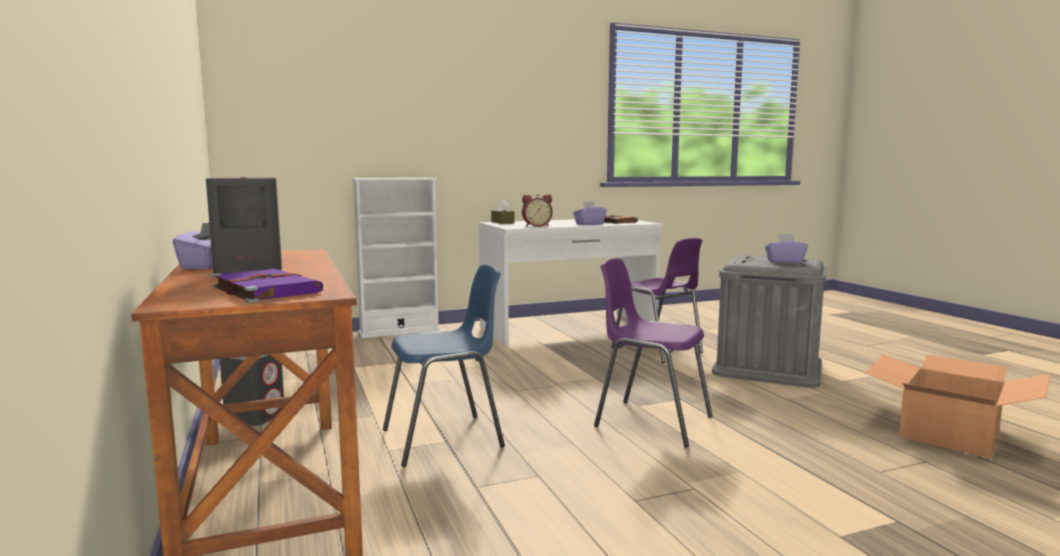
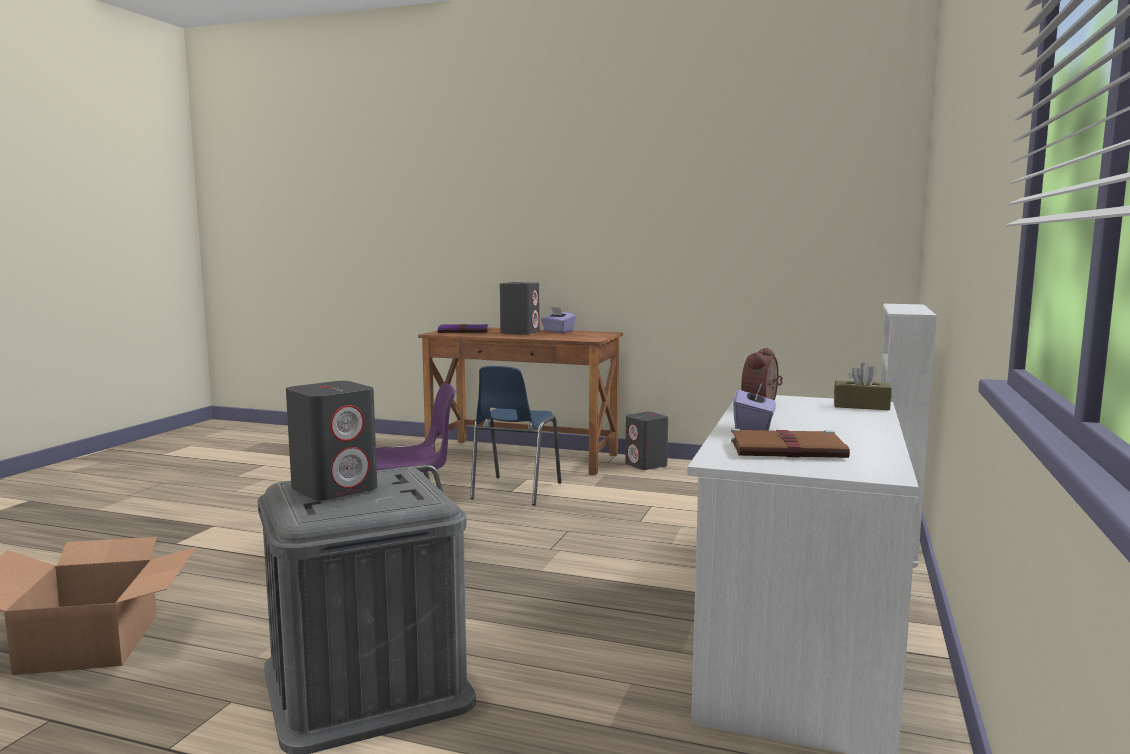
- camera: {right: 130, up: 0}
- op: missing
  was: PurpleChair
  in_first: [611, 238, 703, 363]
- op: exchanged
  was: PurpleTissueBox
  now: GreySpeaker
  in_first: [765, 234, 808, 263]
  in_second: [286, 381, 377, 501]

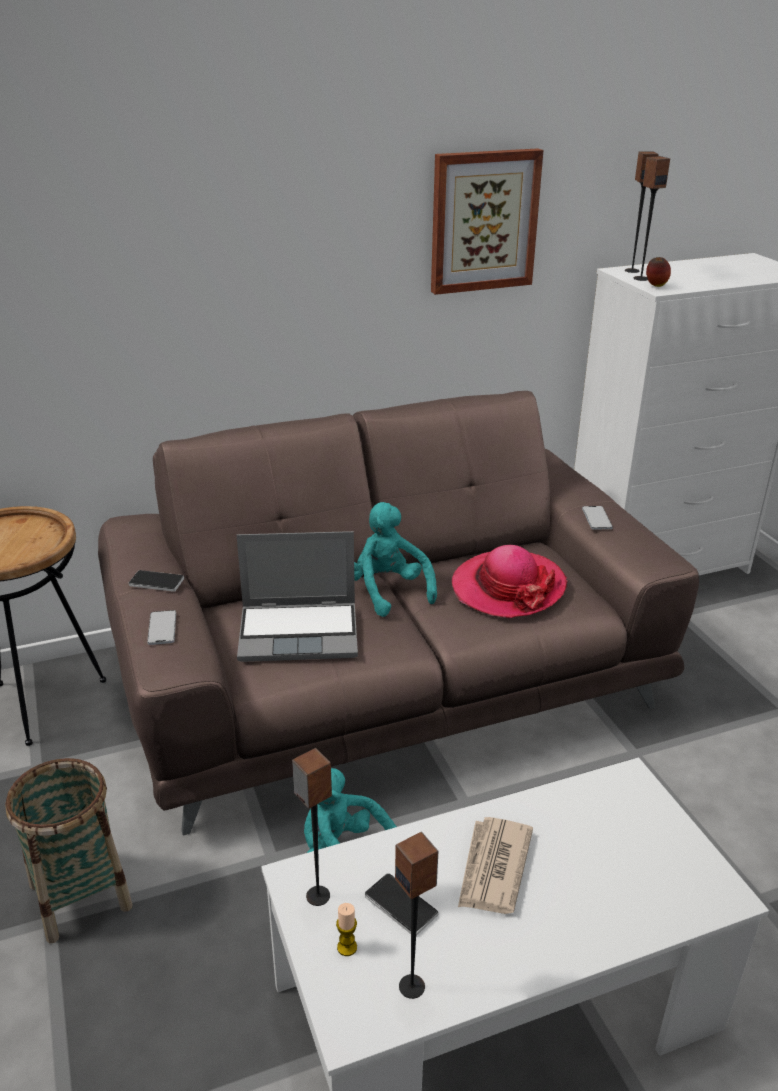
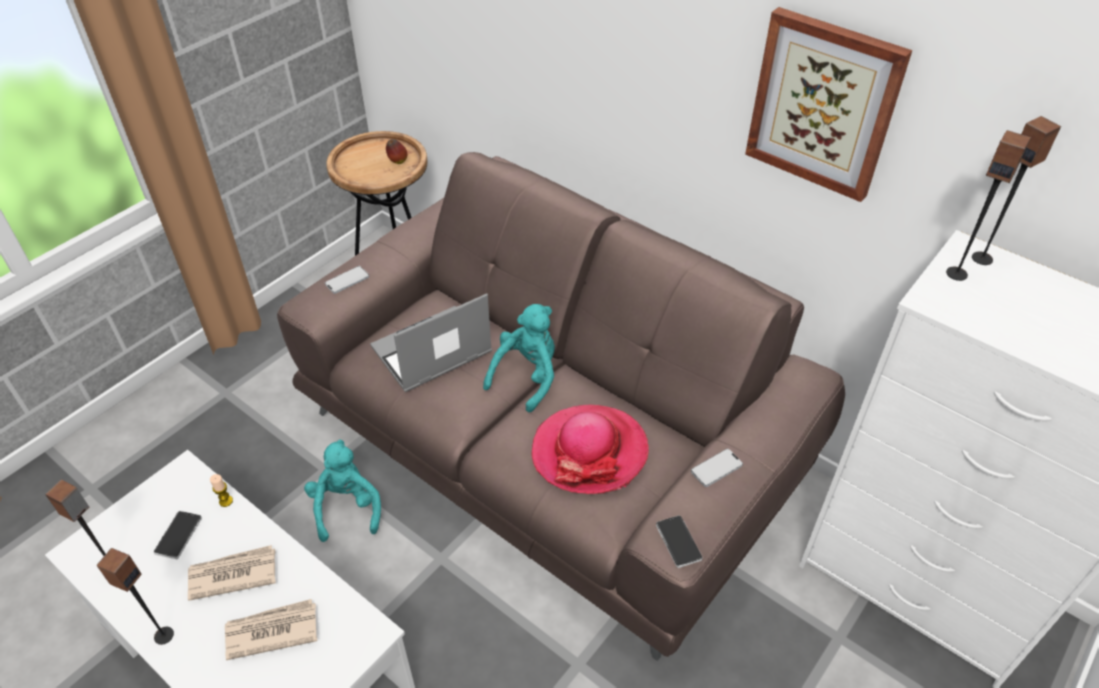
- camera: {right: 60, up: 15}
- op: missing
  was: Basket
  in_first: [5, 758, 132, 943]
- op: relocated
  was: Phone
  in_first: [129, 570, 184, 592]
  in_second: [656, 515, 703, 568]
- op: spun
  was: Laptop
  in_first: [237, 531, 358, 662]
  in_second: [370, 294, 492, 392]
  clockwise: 90
- op: relocated
  was: Speaker
  in_first: [292, 748, 332, 906]
  in_second: [96, 548, 174, 645]
- op: relocated
  was: Candle
  in_first: [336, 903, 357, 956]
  in_second: [210, 474, 233, 507]
- op: relocated
  was: Apple
  in_first: [646, 257, 671, 287]
  in_second: [386, 139, 407, 164]
- op: appeared
  now: Newspaper
  in_second: [225, 599, 317, 660]

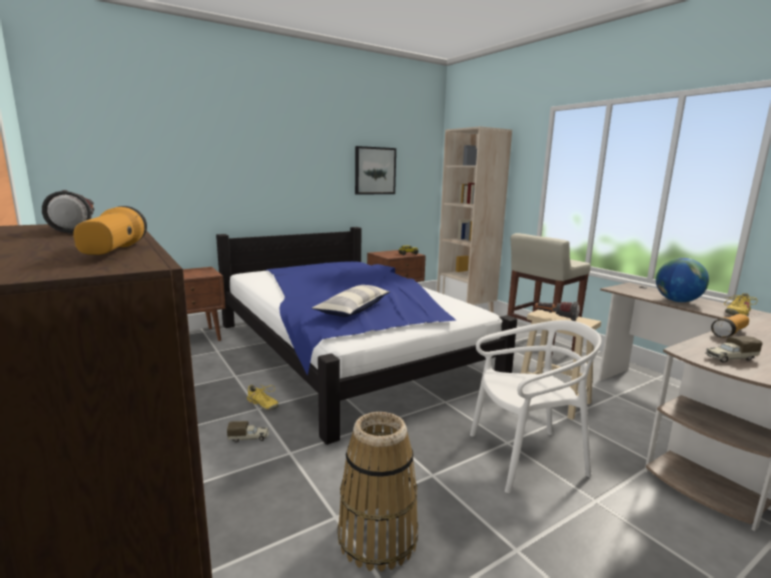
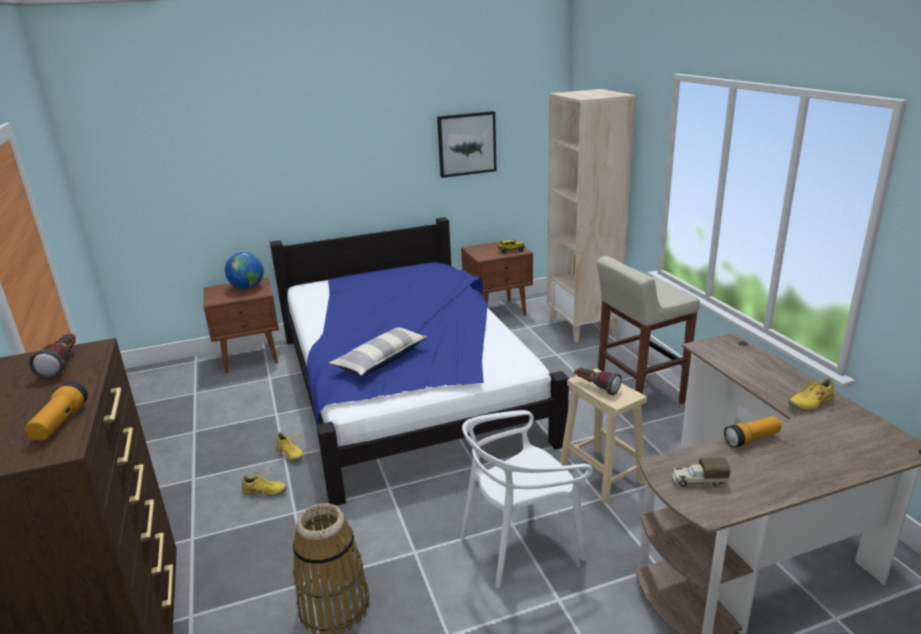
- camera: {right: 15, up: 10}
- op: exchanged
  was: ToyTruck
  now: YellowShoe
  in_first: [227, 421, 269, 442]
  in_second: [242, 468, 287, 496]
- op: spun
  was: WhiteChair
  in_first: [470, 320, 601, 493]
  in_second: [460, 410, 593, 588]
  clockwise: 150
- op: relocated
  was: Globe
  in_first: [656, 258, 709, 302]
  in_second: [225, 252, 264, 289]

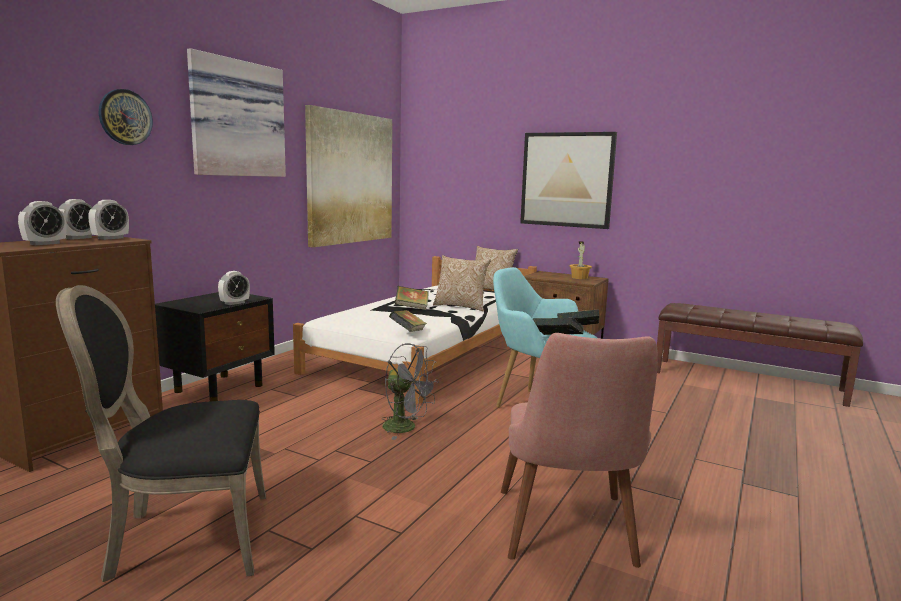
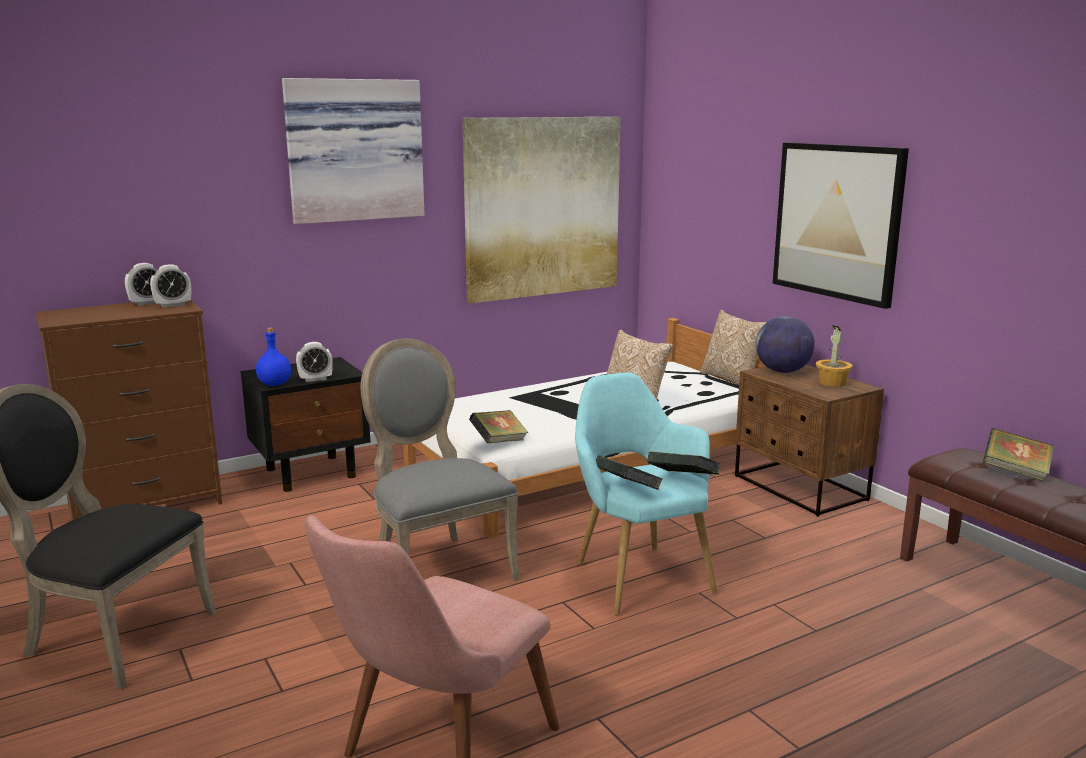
- camera: {right: 30, up: 5}
- op: missing
  was: AlarmClock
  in_first: [18, 201, 66, 245]
- op: missing
  was: WallClock
  in_first: [99, 89, 153, 145]
- op: exchanged
  was: GreyFan
  now: GreyChair
  in_first: [382, 343, 439, 440]
  in_second: [361, 339, 520, 581]
- op: relocated
  was: Book
  in_first: [395, 286, 429, 310]
  in_second: [983, 428, 1054, 482]
- op: appeared
  now: BlueBottle
  in_second: [256, 327, 291, 386]
- op: appeared
  now: Globe
  in_second: [756, 316, 815, 373]

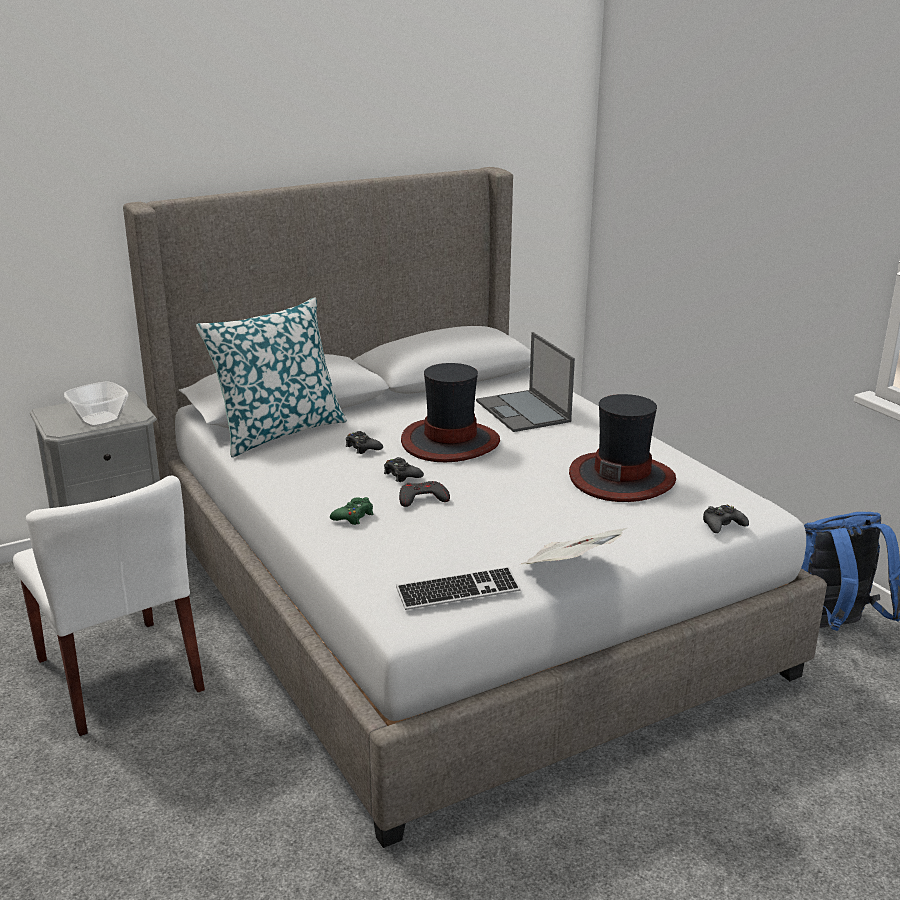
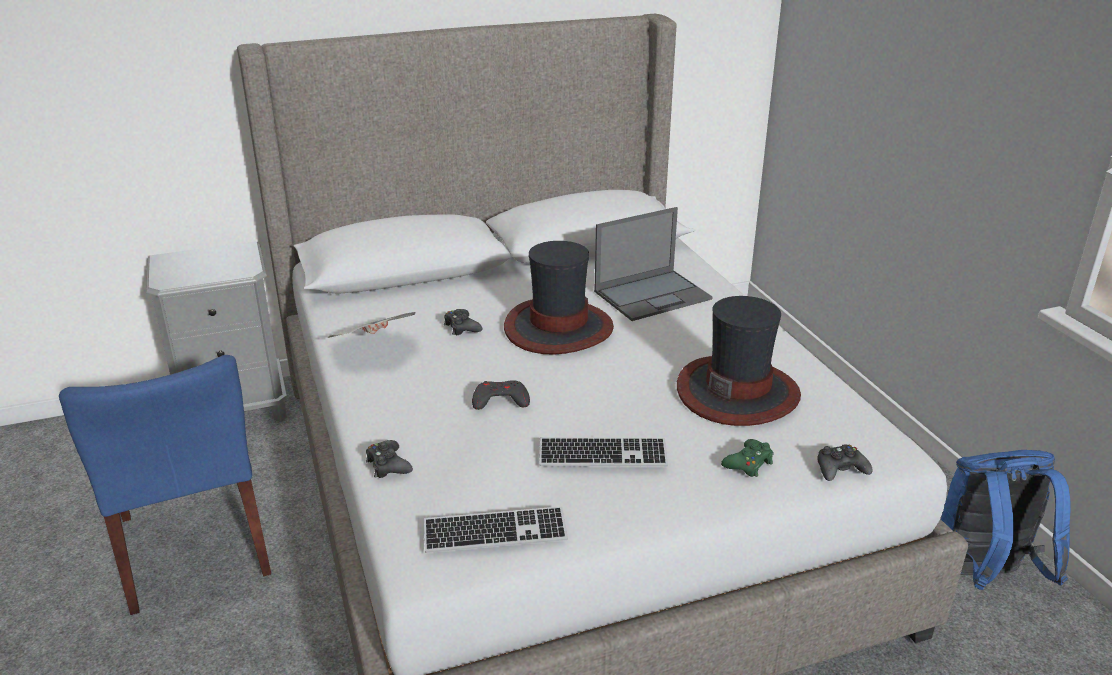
- camera: {right: 10, up: 5}
- op: colour
  was: WhiteChair
  now: BlueChair
  in_first: [13, 475, 205, 736]
  in_second: [59, 355, 271, 615]
- op: missing
  was: Bowl
  in_first: [64, 381, 129, 427]
- op: missing
  was: Pillow
  in_first: [196, 298, 347, 457]
- op: relocated
  was: GreenGameController
  in_first: [330, 497, 373, 525]
  in_second: [721, 439, 773, 477]
- op: relocated
  was: BlackGameController
  in_first: [384, 457, 424, 482]
  in_second: [366, 440, 413, 478]
- op: spun
  was: Laptop
  in_first: [476, 332, 575, 432]
  in_second: [594, 207, 713, 321]
  clockwise: -105
- op: relocated
  was: Newspaper
  in_first: [521, 528, 627, 564]
  in_second: [327, 312, 415, 338]
- op: appeared
  now: Keyboard
  in_second: [540, 437, 668, 467]

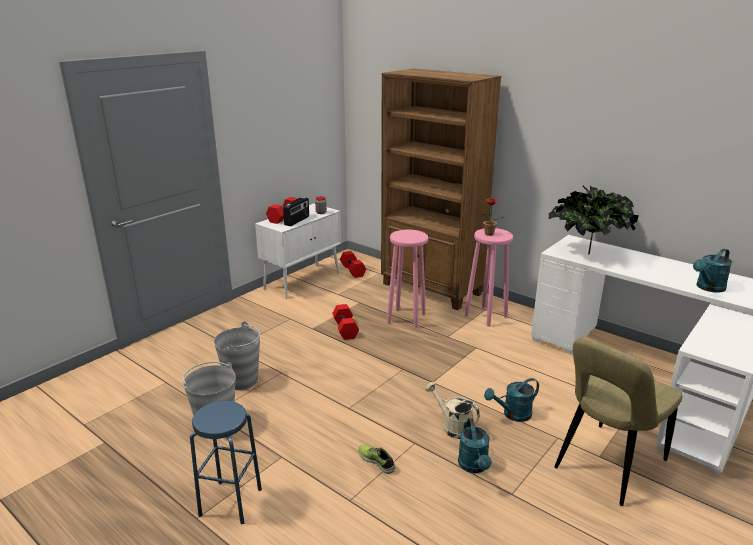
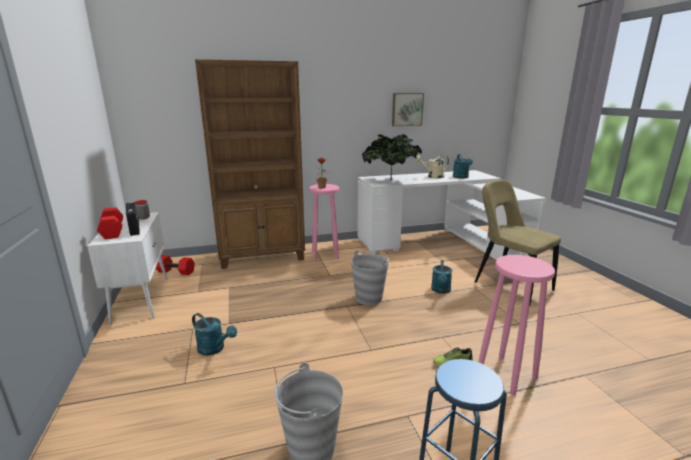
- camera: {right: -55, up: -5}
- op: relocated
  was: GreyBucket
  in_first: [214, 321, 260, 390]
  in_second: [351, 251, 389, 305]
- op: missing
  was: RedDumbbell
  in_first: [332, 304, 359, 340]
- op: relocated
  was: PinkStool
  in_first: [387, 230, 428, 328]
  in_second: [478, 255, 555, 395]
- op: relocated
  was: BeigeWateringCan
  in_first: [425, 382, 480, 439]
  in_second: [415, 155, 449, 178]
- op: relocated
  was: TurquoiseWateringCan
  in_first: [458, 418, 492, 473]
  in_second: [192, 313, 237, 356]
- op: spun
  was: BeigeChair
  in_first: [554, 336, 682, 506]
  in_second: [475, 180, 561, 306]
  clockwise: 150
- op: appeared
  now: Picture
  in_second: [392, 93, 424, 126]

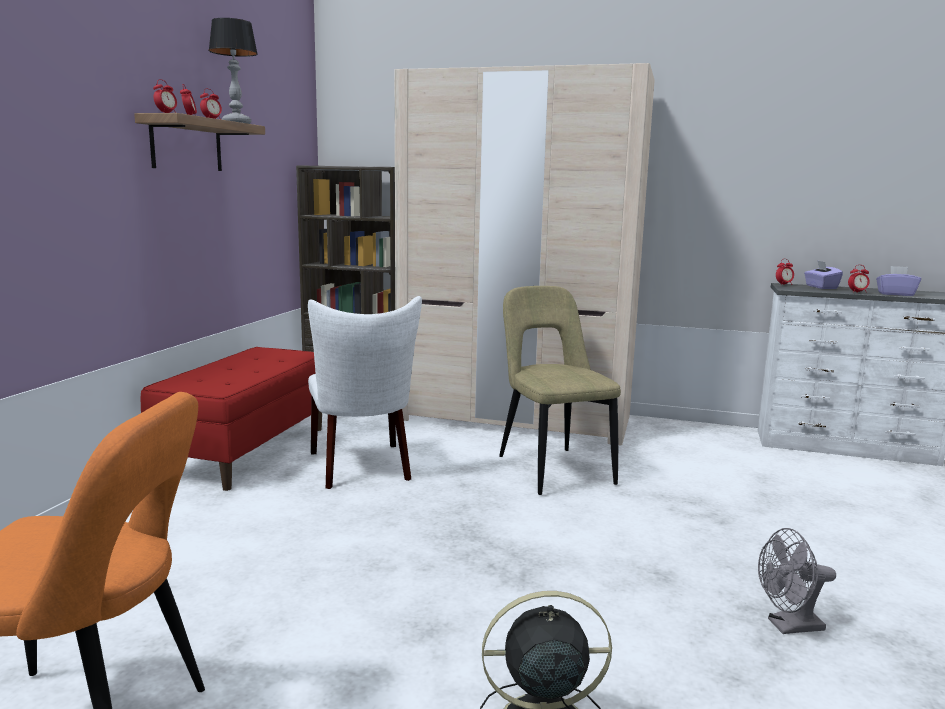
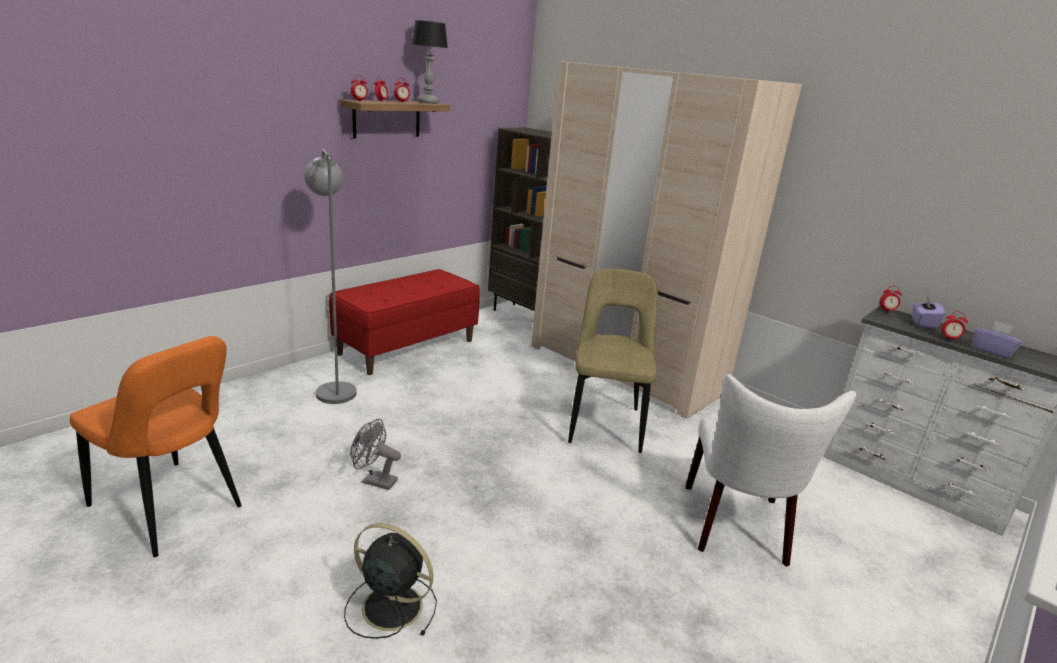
- camera: {right: 25, up: 10}
- op: relocated
  was: WhiteChair
  in_first: [308, 296, 422, 489]
  in_second: [686, 374, 856, 567]
- op: relocated
  was: GreyFan
  in_first: [758, 528, 836, 634]
  in_second: [350, 419, 401, 490]
- op: appeared
  now: GreyFloorLamp
  in_second: [304, 149, 357, 404]

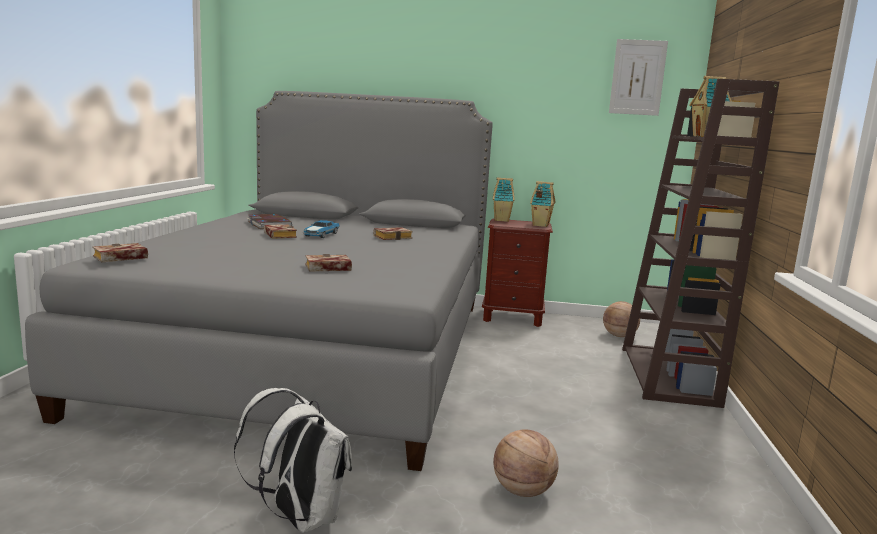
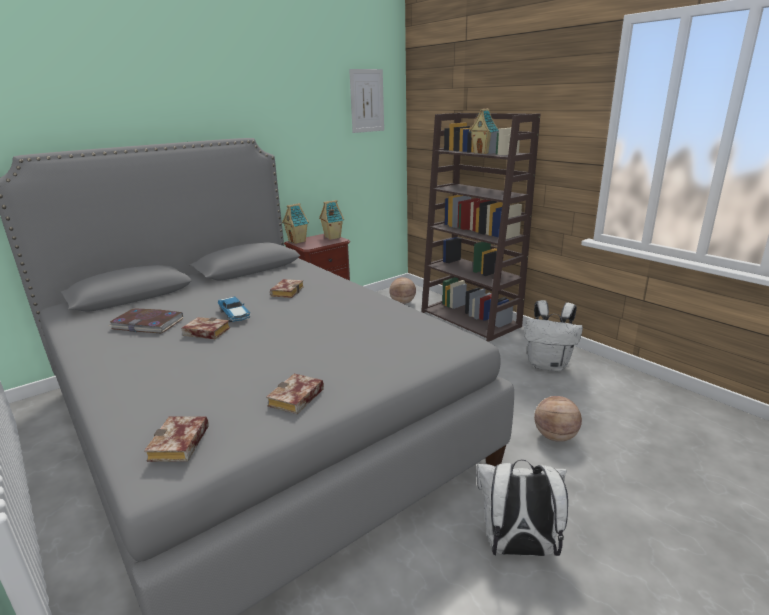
- camera: {right: -45, up: 10}
- op: relocated
  was: Book
  in_first: [305, 254, 352, 272]
  in_second: [266, 374, 324, 414]
- op: appeared
  now: WhiteBackpack
  in_second: [525, 300, 583, 371]

